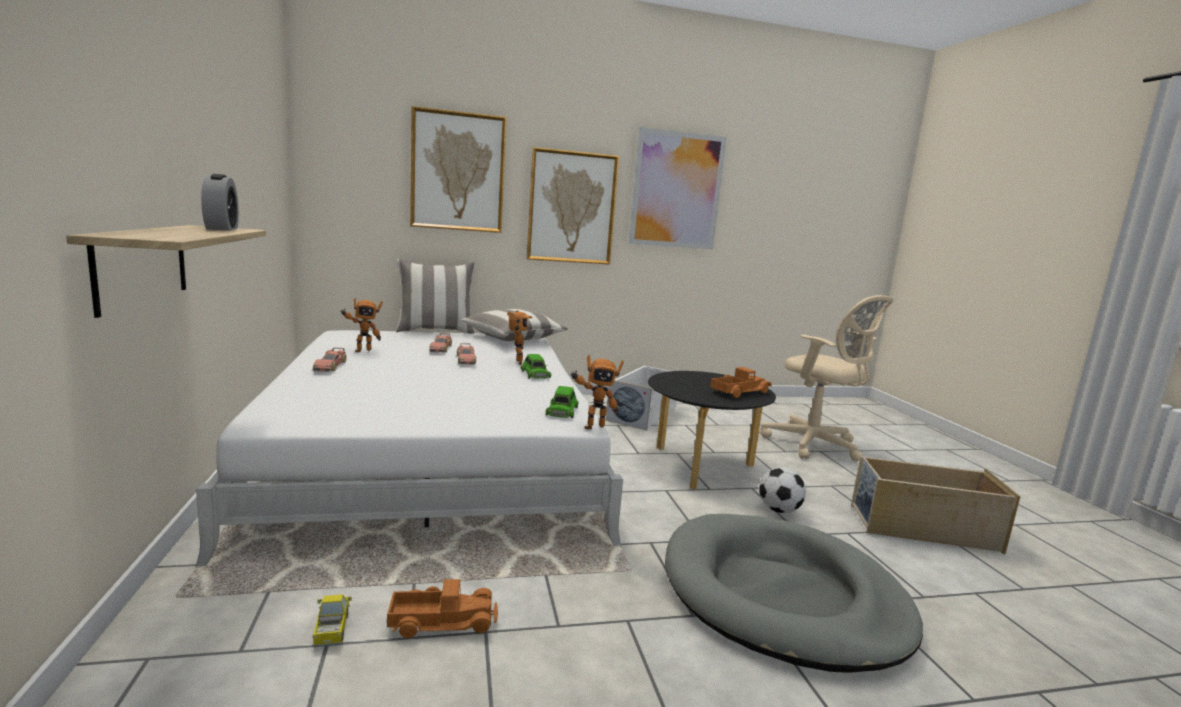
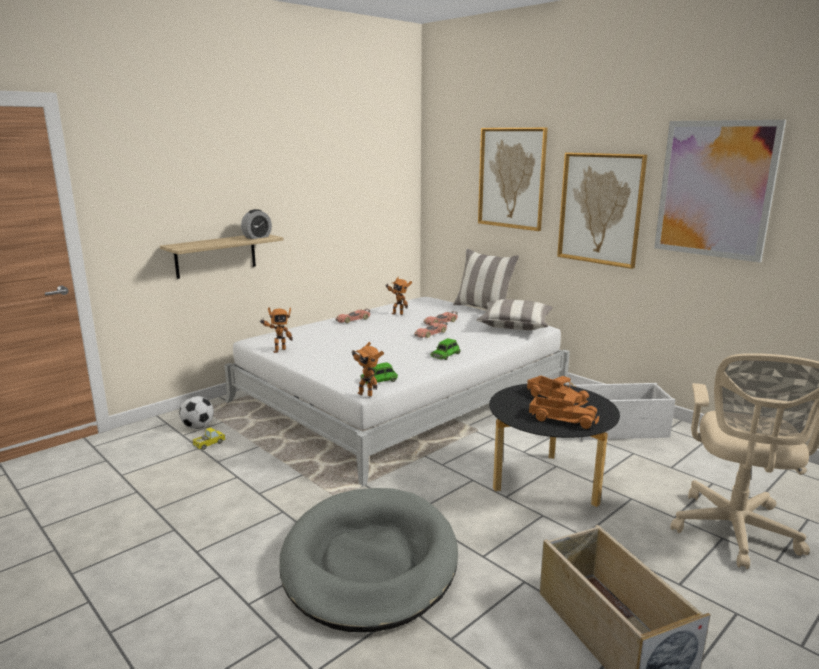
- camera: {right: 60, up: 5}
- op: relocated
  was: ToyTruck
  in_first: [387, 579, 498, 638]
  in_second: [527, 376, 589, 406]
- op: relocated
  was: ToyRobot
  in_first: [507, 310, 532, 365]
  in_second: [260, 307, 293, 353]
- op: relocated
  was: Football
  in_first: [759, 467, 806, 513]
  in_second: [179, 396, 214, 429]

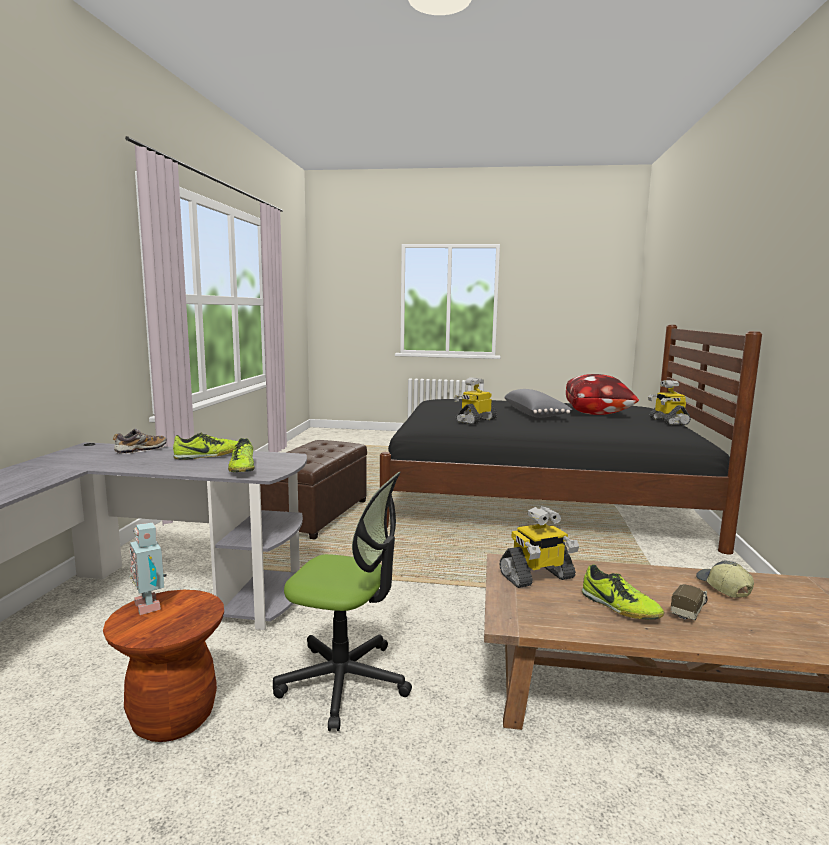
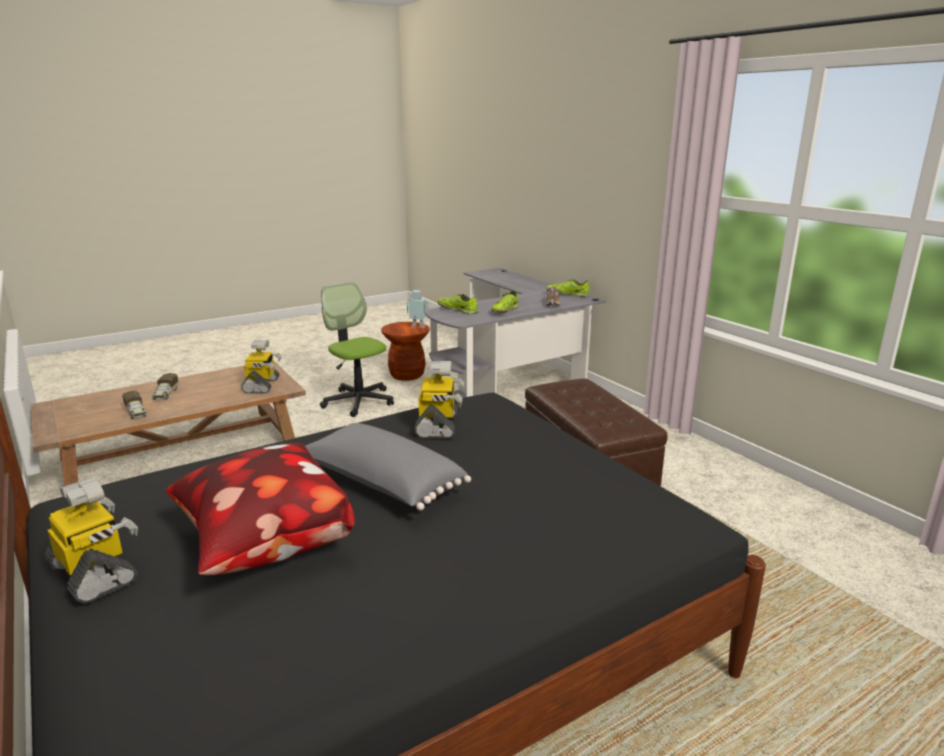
- camera: {right: 140, up: 10}
- op: spun
  was: OfficeChair
  in_first: [273, 472, 412, 731]
  in_second: [320, 282, 394, 417]
  clockwise: 75
- op: spun
  was: ToyRobot
  in_first: [499, 506, 579, 588]
  in_second: [241, 340, 281, 394]
  clockwise: 150
- op: relocated
  was: Shoe
  in_first: [582, 564, 664, 620]
  in_second: [546, 279, 589, 297]
- op: exchanged
  was: Cap
  now: ToyTruck
  in_first: [696, 561, 754, 598]
  in_second: [122, 391, 147, 419]

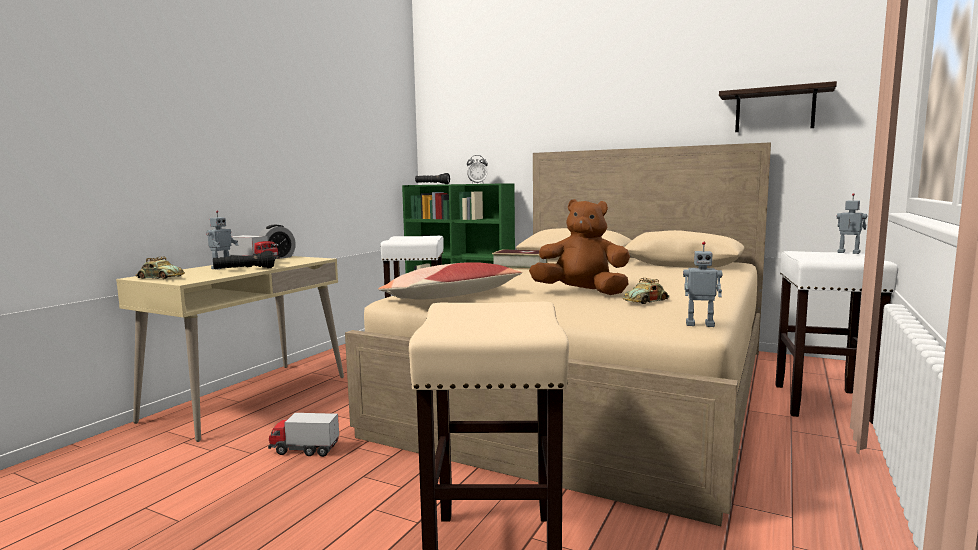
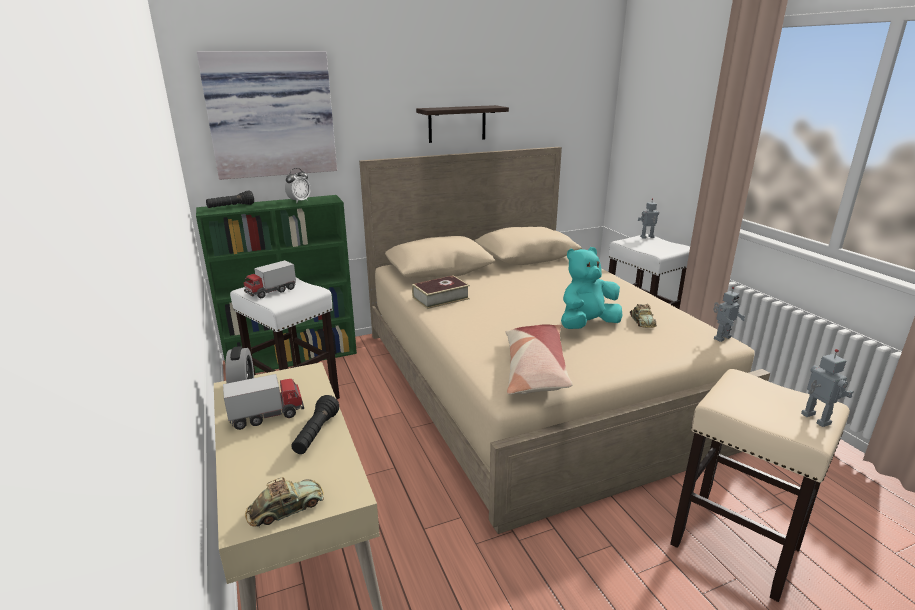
- camera: {right: -50, up: 15}
- op: relocated
  was: ToyRobot
  in_first: [206, 211, 238, 270]
  in_second: [801, 349, 854, 427]
- op: relocated
  was: ToyTruck
  in_first: [268, 413, 339, 457]
  in_second: [244, 260, 296, 298]
- op: colour
  was: BrownPlushToy
  now: TurquoisePlushToy
  in_first: [529, 199, 630, 295]
  in_second: [561, 247, 623, 329]
- op: relocated
  was: Shelf
  in_first: [719, 81, 837, 132]
  in_second: [416, 105, 509, 143]
- op: appeared
  now: Picture
  in_second: [197, 51, 337, 180]

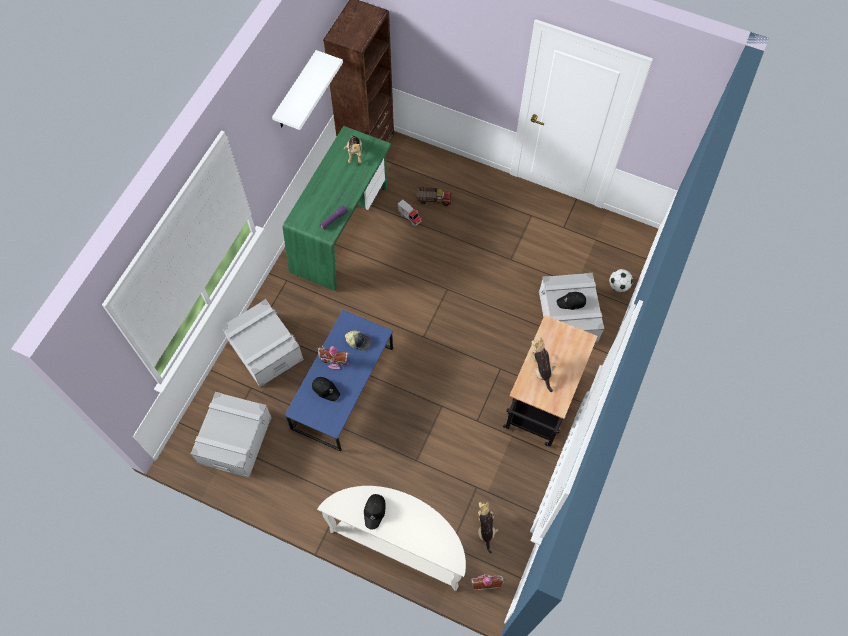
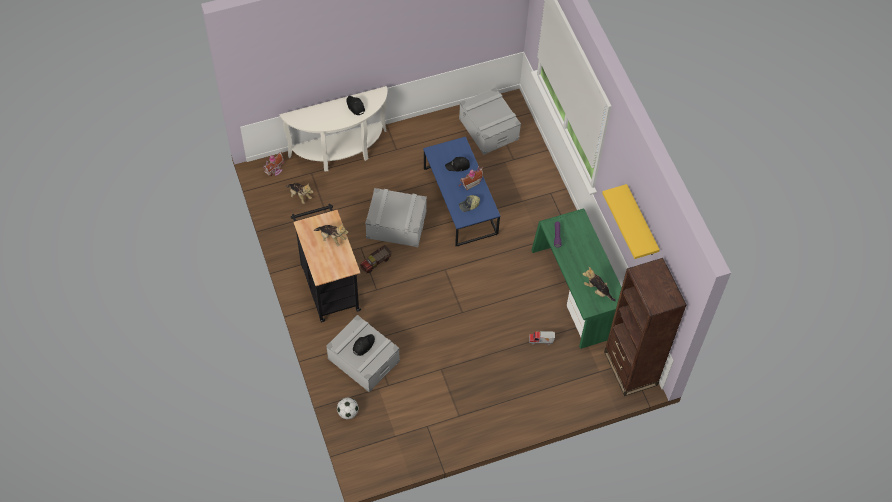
- camera: {right: 135, up: -5}
- op: relocated
  was: GreyStorageBox
  in_first: [221, 299, 304, 387]
  in_second: [365, 188, 427, 247]
- op: colour
  was: WhiteShelf
  now: YellowShelf
  in_first: [272, 50, 343, 130]
  in_second: [602, 184, 660, 259]
- op: relocated
  was: ToyTruck
  in_first: [417, 187, 452, 206]
  in_second: [360, 245, 392, 274]

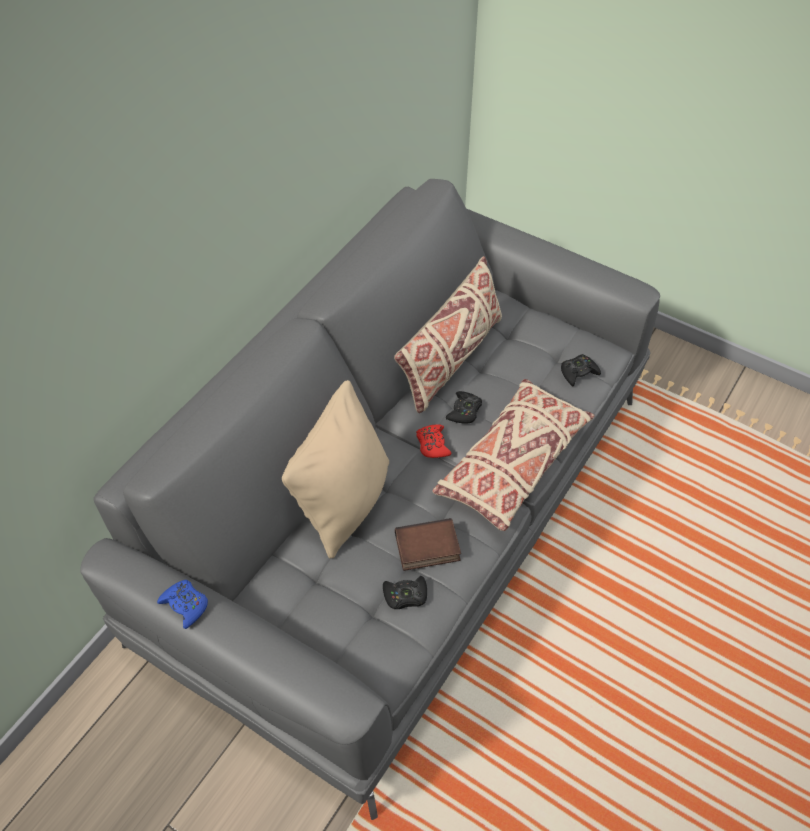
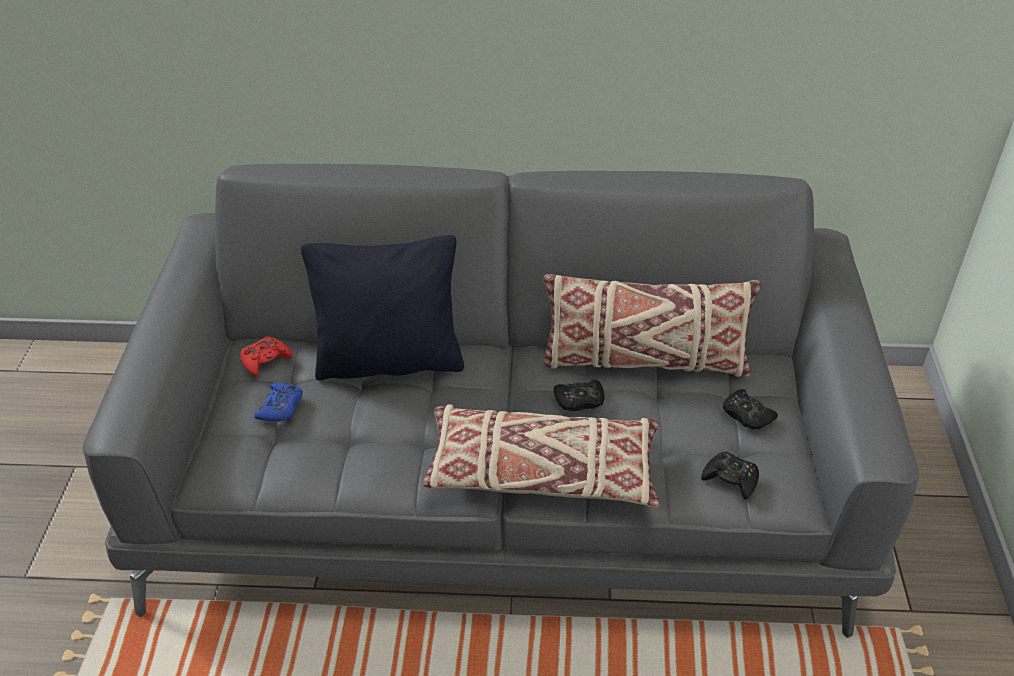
- camera: {right: 60, up: -10}
- op: relocated
  was: BlueGameController
  in_first: [157, 580, 208, 629]
  in_second: [254, 383, 303, 422]
- op: colour
  was: BeigePillow
  now: BlackPillow
  in_first: [282, 380, 389, 558]
  in_second: [301, 235, 464, 380]
- op: relocated
  was: BlackGameController
  in_first: [383, 576, 427, 609]
  in_second: [723, 389, 778, 430]
- op: missing
  was: Book
  in_first: [395, 518, 461, 571]
- op: relocated
  was: RedGameController
  in_first: [416, 424, 452, 458]
  in_second: [240, 336, 293, 377]

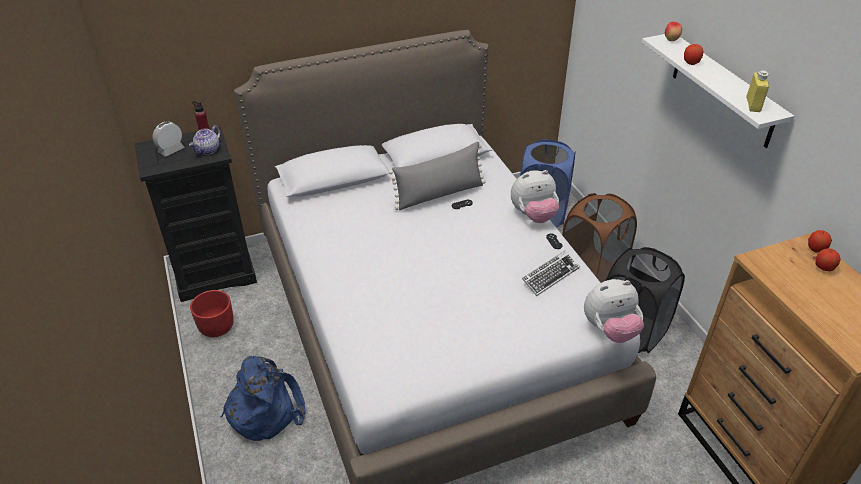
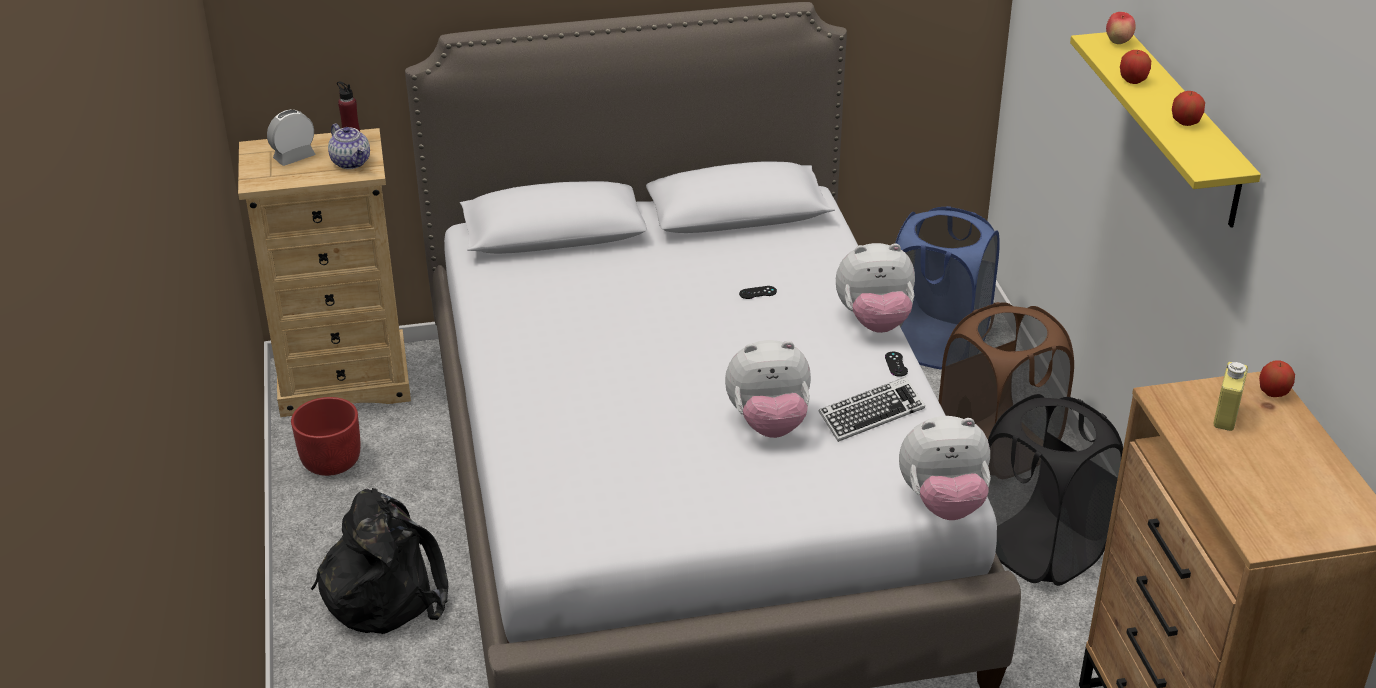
- camera: {right: 10, up: -5}
- op: colour
  was: BlackDresser
  now: BeigeDresser
  in_first: [134, 127, 257, 302]
  in_second: [238, 128, 411, 417]
- op: spun
  was: Teapot
  in_first: [189, 125, 221, 155]
  in_second: [328, 124, 370, 169]
  clockwise: -75
- op: colour
  was: BlueBackpack
  now: BlackBackpack
  in_first: [220, 356, 306, 441]
  in_second: [311, 488, 448, 634]
- op: missing
  was: GreyPillow
  in_first: [389, 142, 486, 210]
- op: colour
  was: WhiteShelf
  now: YellowShelf
  in_first: [642, 34, 794, 148]
  in_second: [1070, 32, 1261, 228]
- op: relocated
  was: YellowBottle
  in_first: [746, 71, 769, 112]
  in_second: [1214, 362, 1248, 431]
- op: relocated
  was: Apple
  in_first: [815, 249, 841, 271]
  in_second: [1172, 91, 1205, 126]
- op: appeared
  now: PlushToy
  in_second: [725, 340, 811, 438]

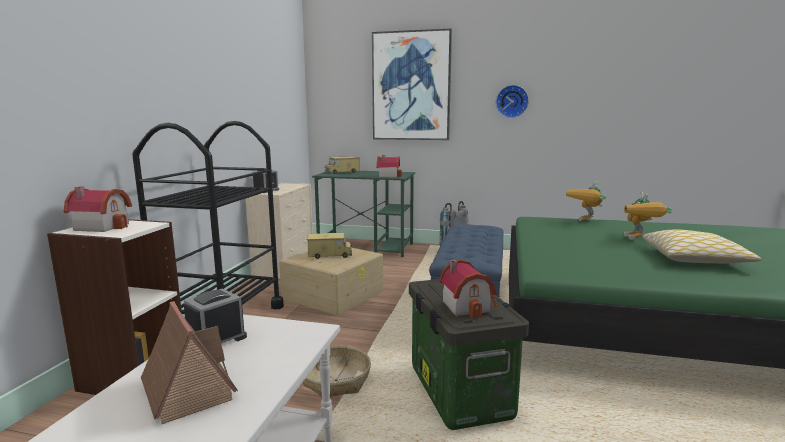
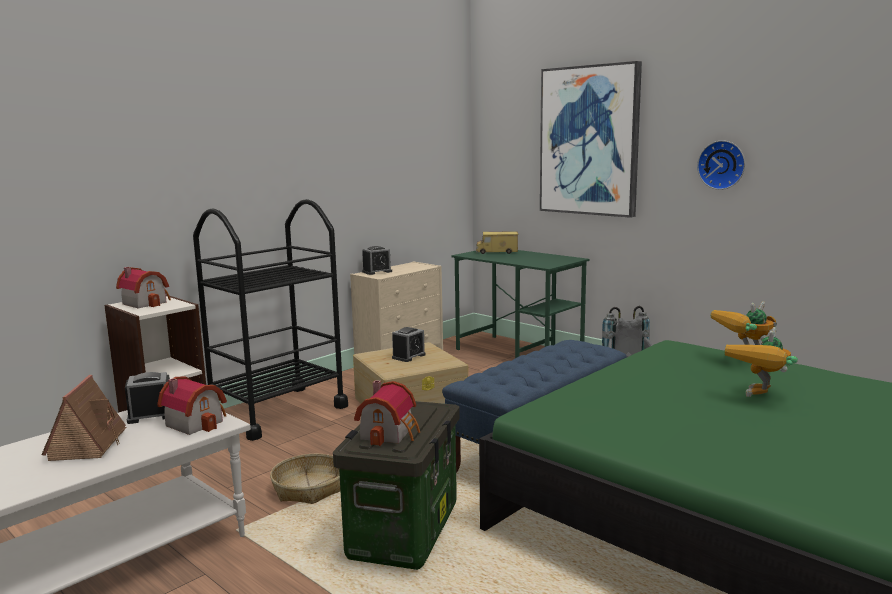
- camera: {right: 30, up: 0}
- op: exchanged
  was: ToyTruck
  now: AlarmClock
  in_first: [307, 233, 352, 259]
  in_second: [392, 327, 426, 362]
- op: relocated
  was: ToyHouse
  in_first: [377, 155, 402, 178]
  in_second: [157, 376, 227, 435]
- op: missing
  was: Pillow
  in_first: [642, 229, 761, 264]

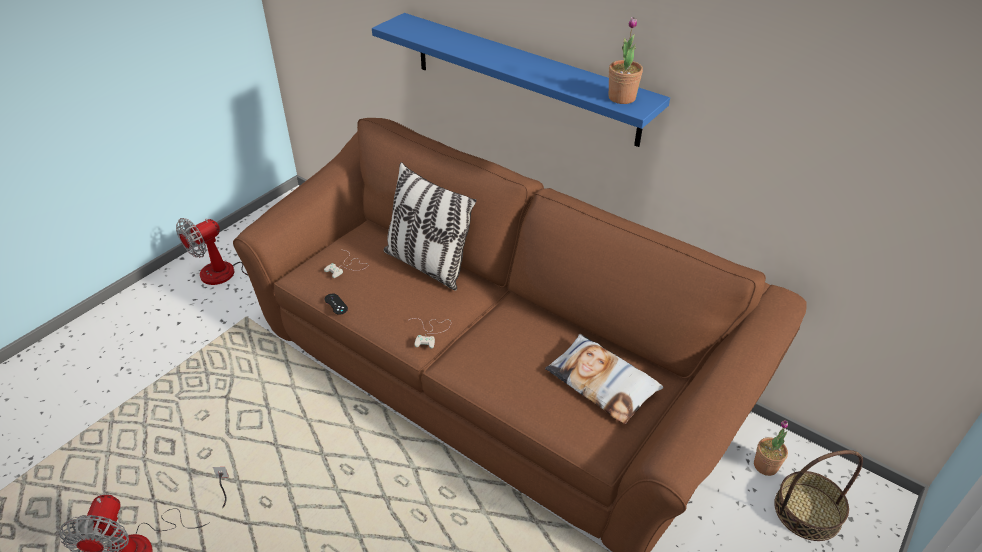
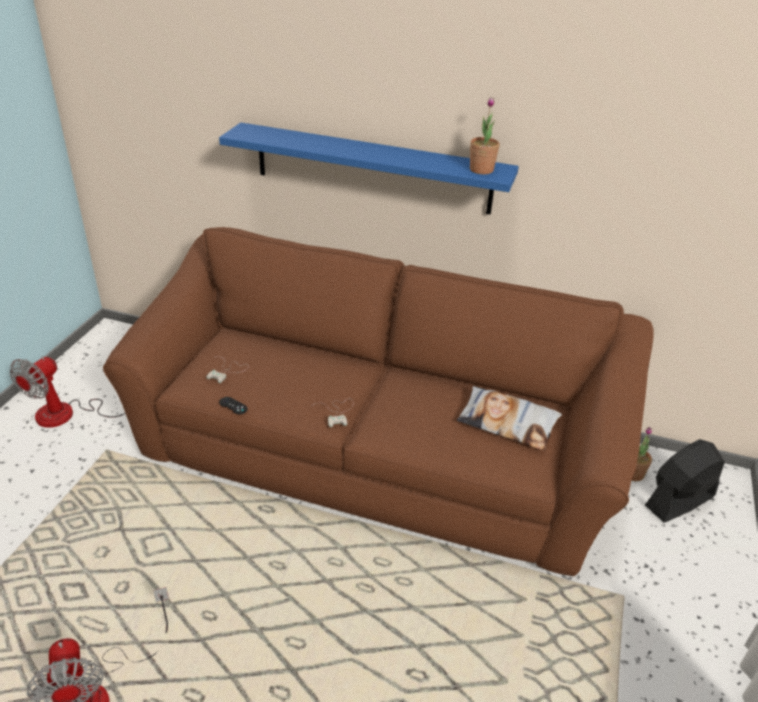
- camera: {right: -20, up: -5}
- op: missing
  was: Pillow
  in_first: [383, 162, 476, 291]
- op: exchanged
  was: Basket
  now: BlackFan
  in_first: [774, 450, 863, 541]
  in_second: [645, 439, 725, 523]

